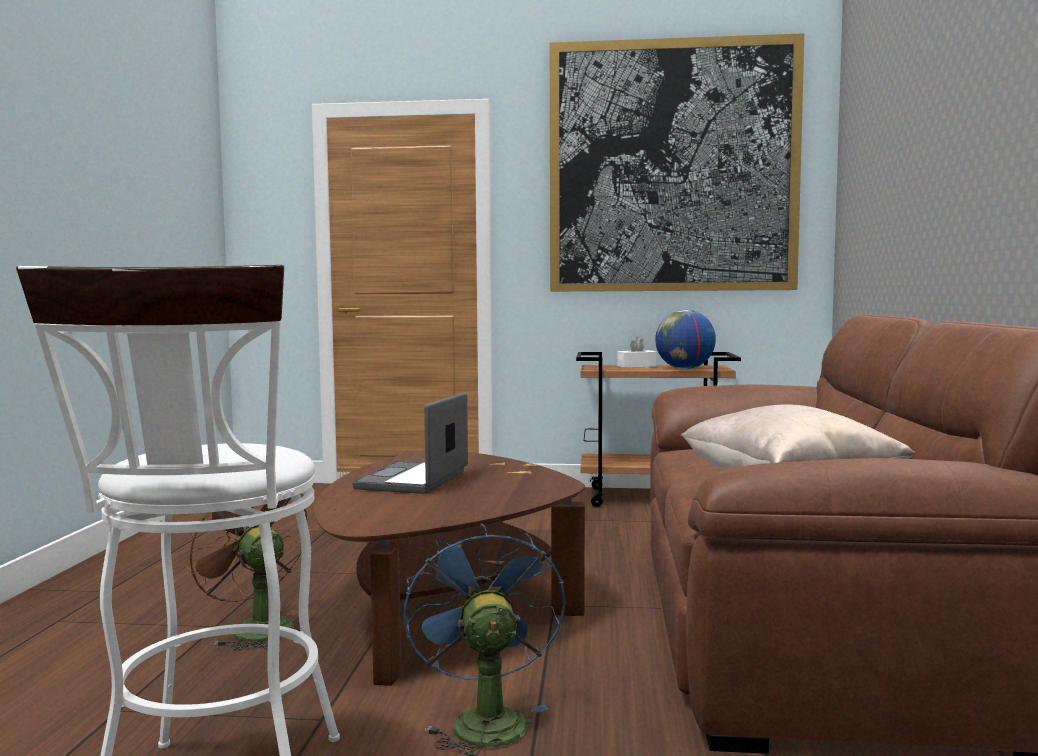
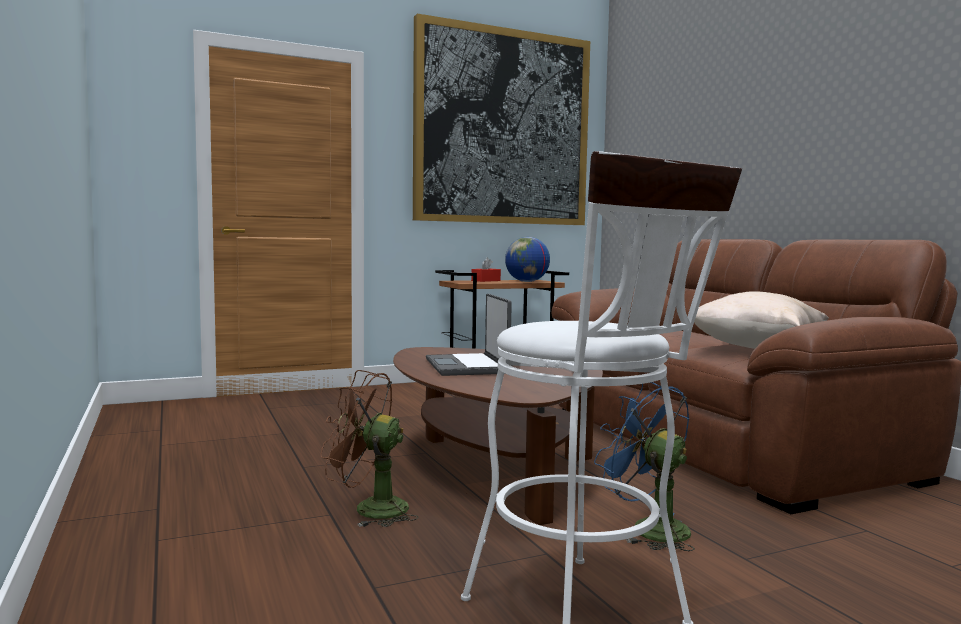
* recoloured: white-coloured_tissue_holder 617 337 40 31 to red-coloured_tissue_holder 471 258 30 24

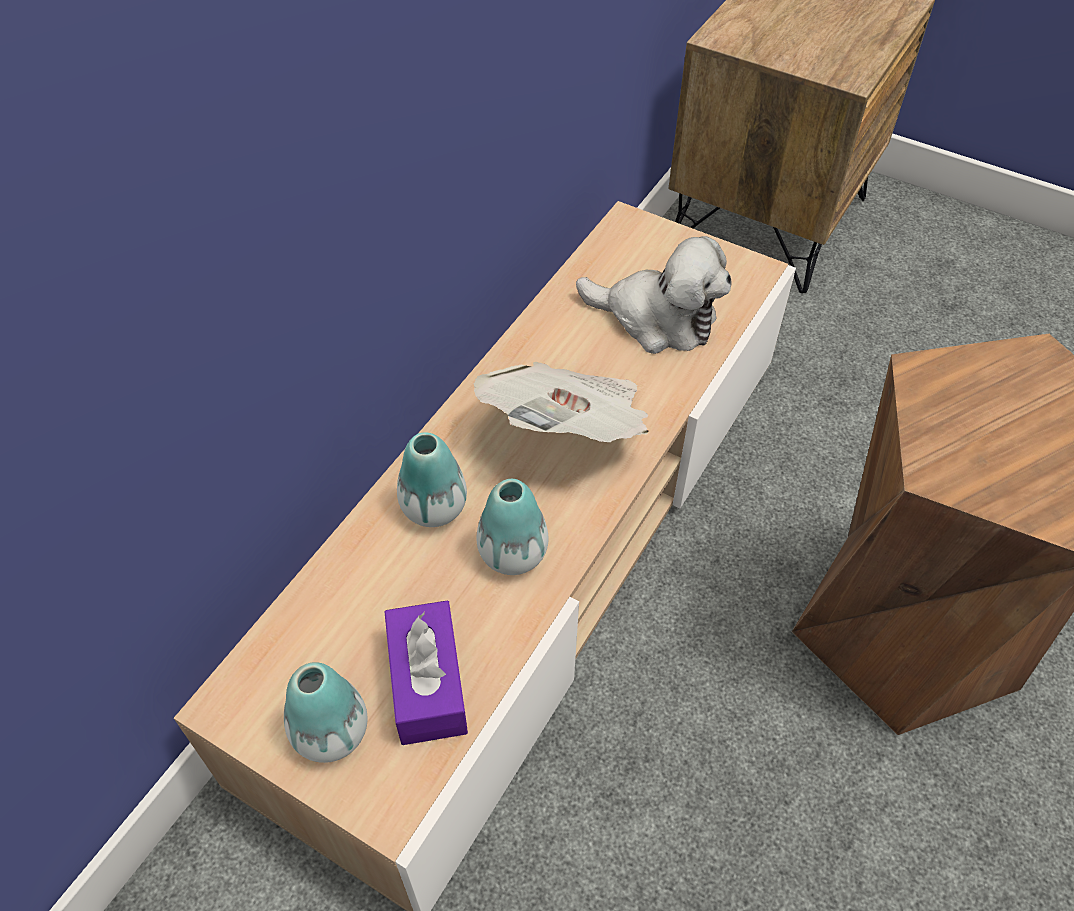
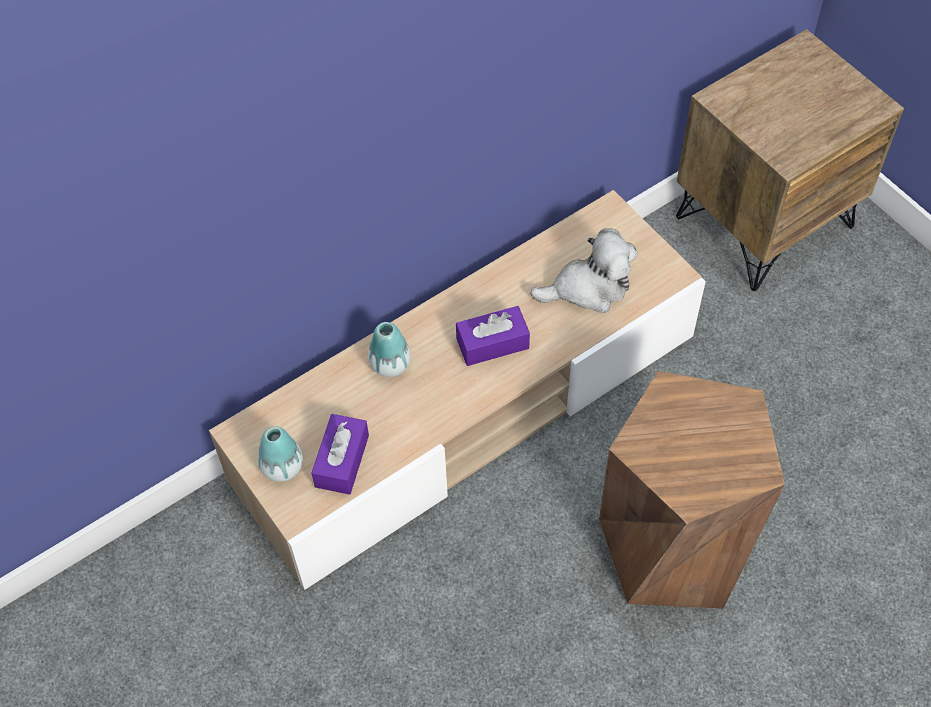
* replaced: newspaper 474 362 174 80 to purple_tissue_holder 456 306 74 60
* removed: decorative_vase 476 479 72 96
* turned: soft_toy 576 236 155 118 = 530 228 108 85 60 degrees counterclockwise

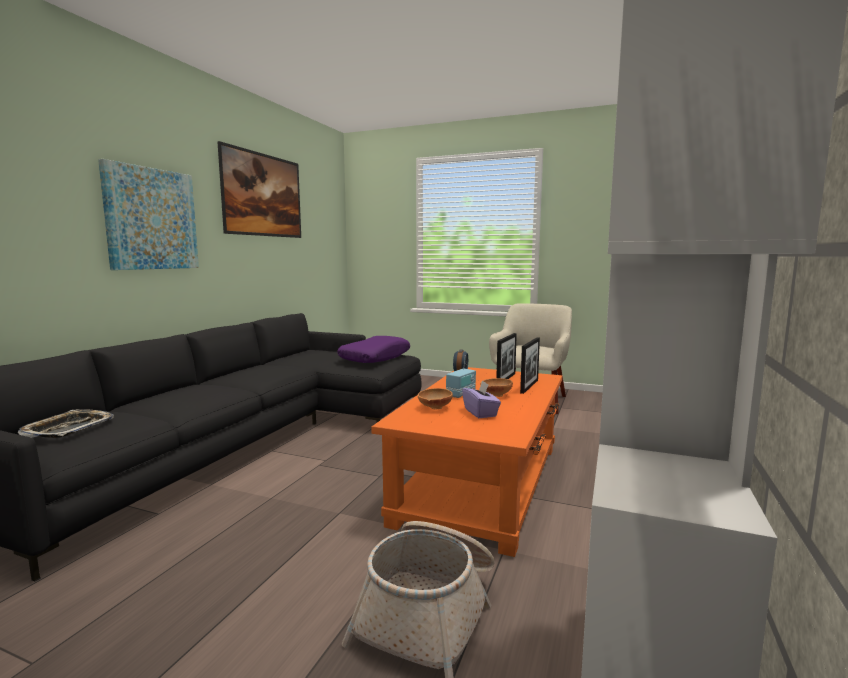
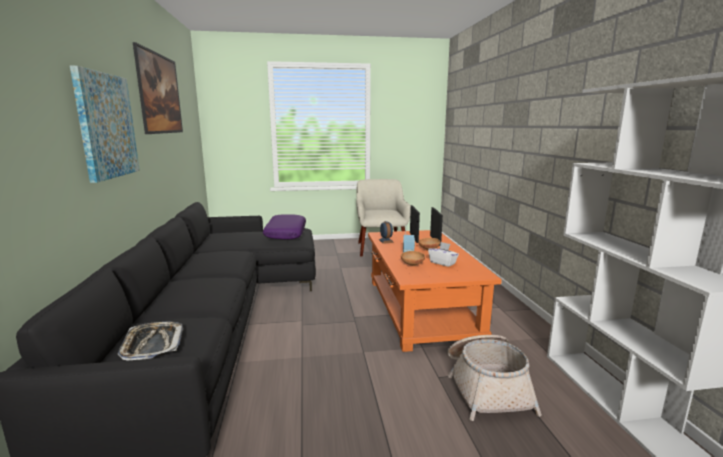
* recoloured: purple_tissue_holder 462 380 39 38 to white-coloured_tissue_holder 428 242 31 25

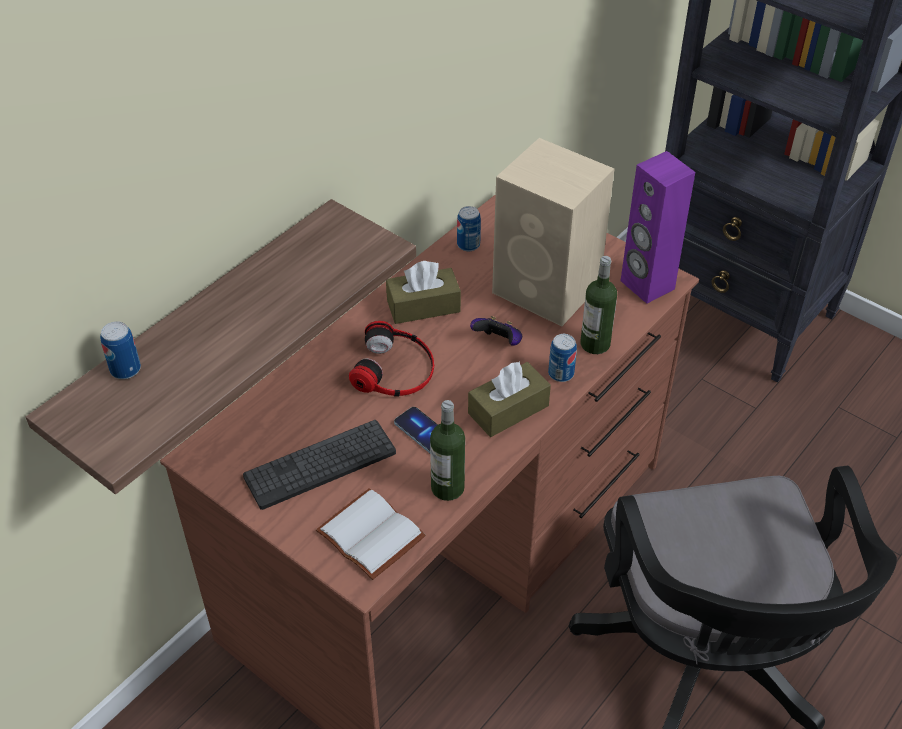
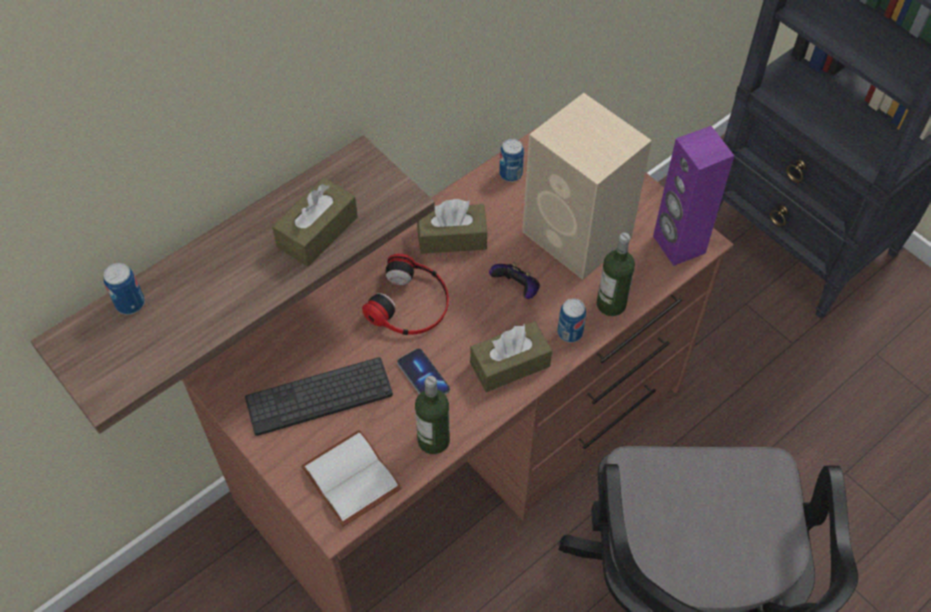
* added: brown_tissue_holder 272 177 86 90

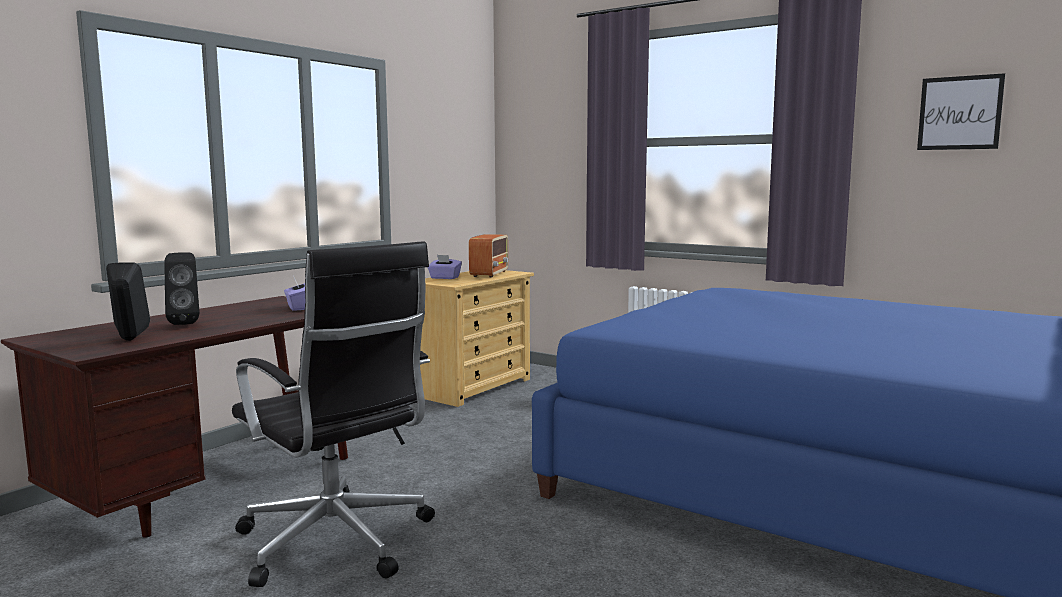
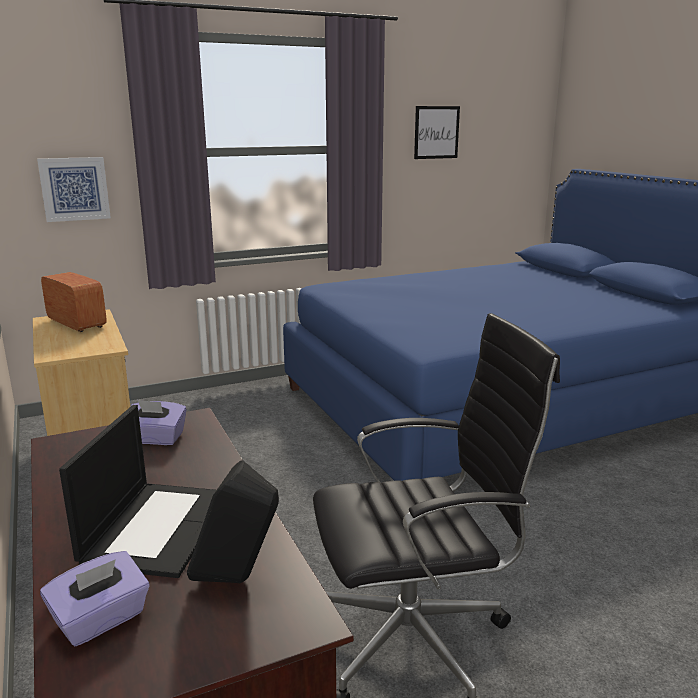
* replaced: blackish_speaker 164 252 35 73 to notebook_computer 59 405 157 173
* moved: purple_tissue_holder 427 255 35 24 to 40 551 109 95
* added: picture 37 157 74 65

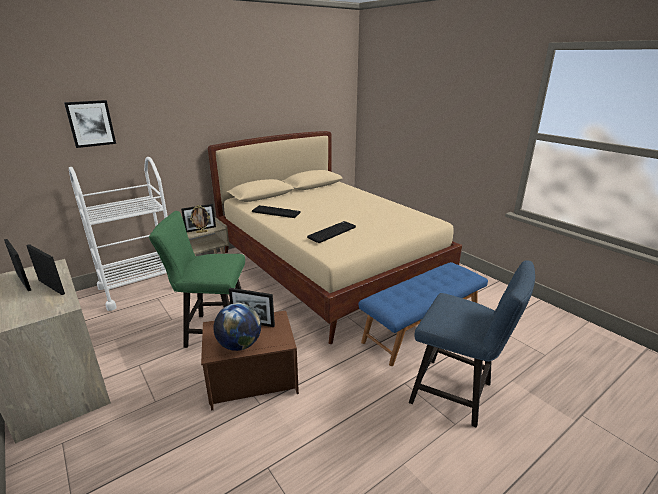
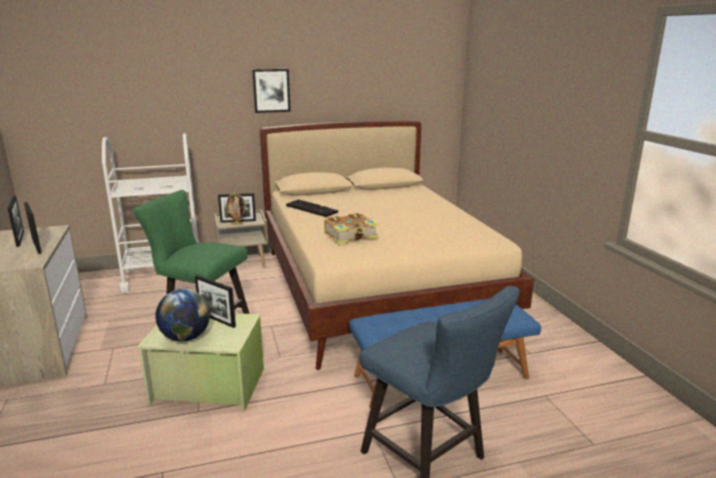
* moved: picture 64 100 52 48 to 252 69 39 44
* recoloured: brown_storage_container 201 311 98 99 to green_storage_container 137 313 127 98
* replaced: PC_keyboard 307 221 49 22 to bound_book 324 213 55 31

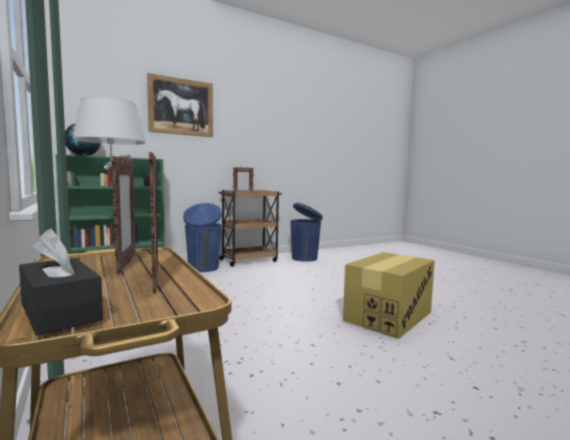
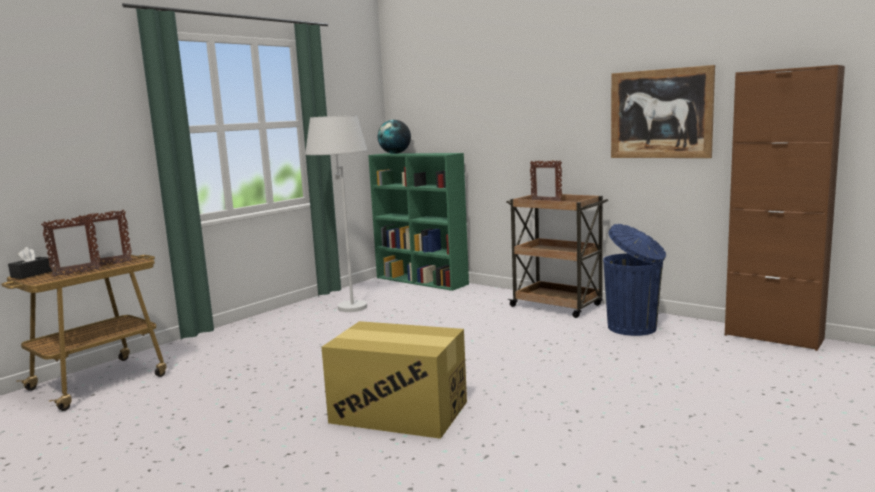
* moved: picture 147 73 66 64 to 611 65 104 93
* removed: bluish_trash_can 183 203 39 69
* added: brown_cabinet 725 65 120 286

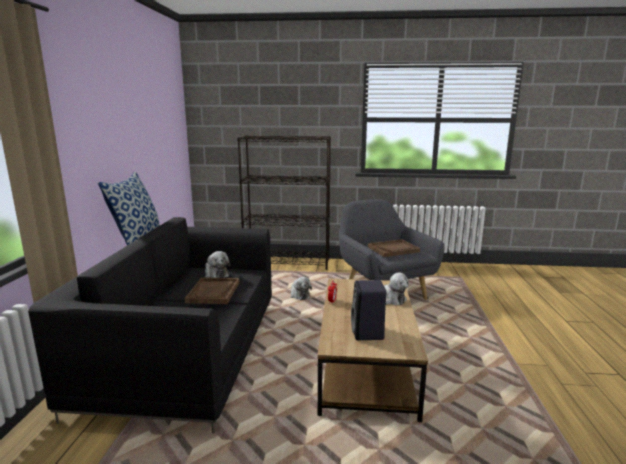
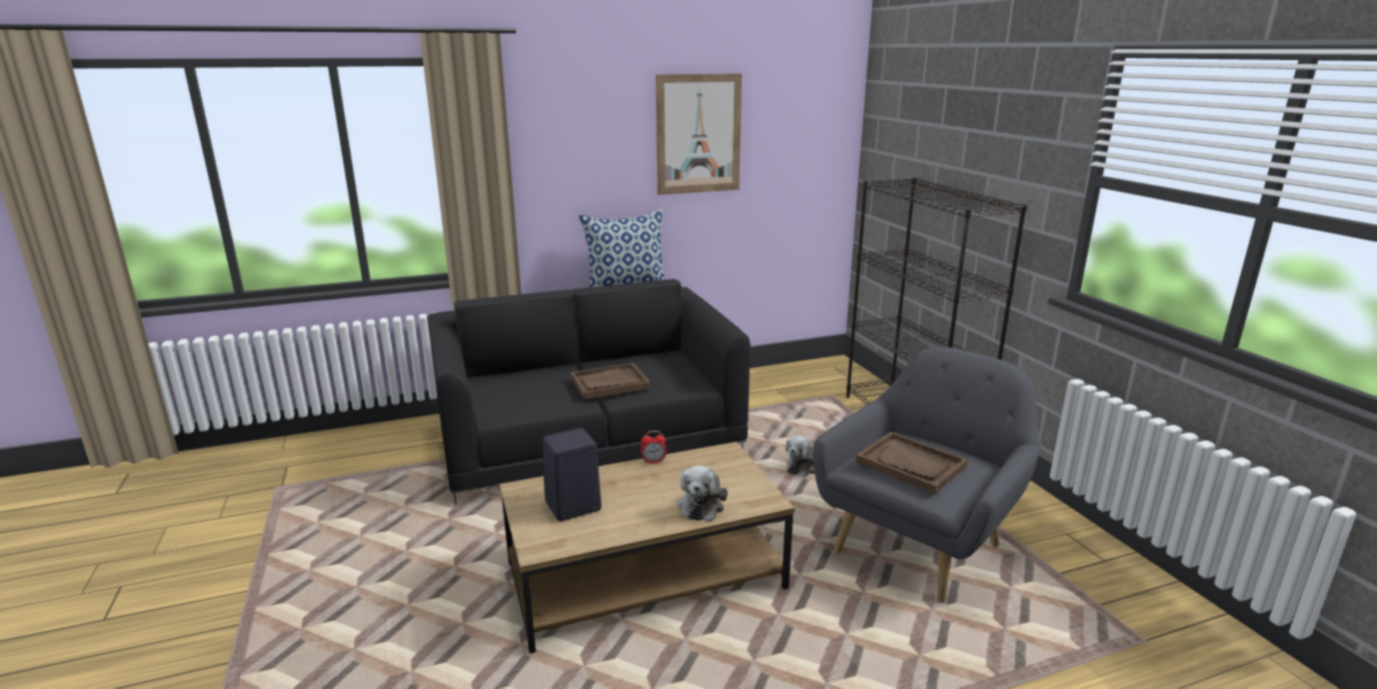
* removed: soft_toy 205 251 25 27
* added: picture 656 74 86 121

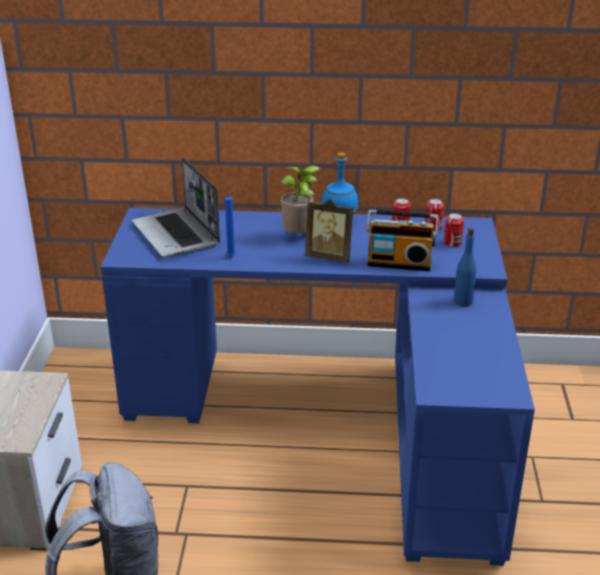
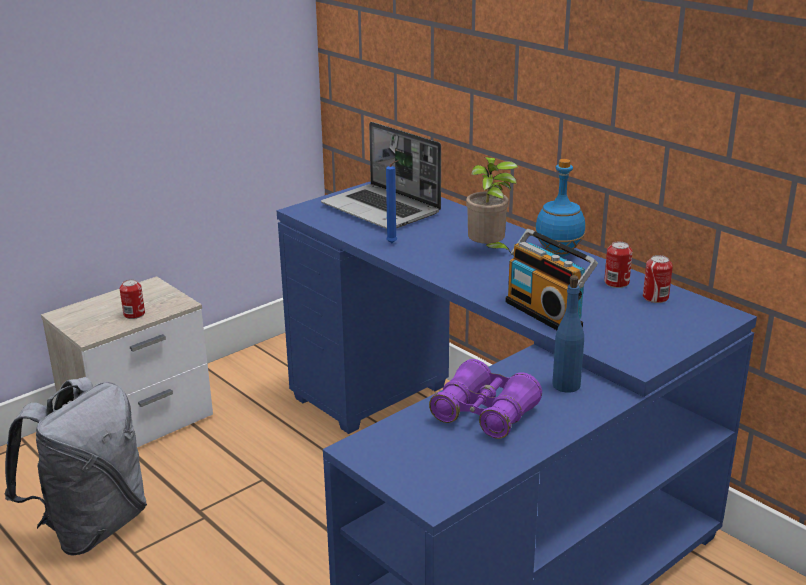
* turned: notebook_computer 132 157 88 100 = 321 122 120 107 60 degrees counterclockwise
* removed: standing_frame 305 199 48 64
* moved: can 444 213 20 34 to 120 279 25 40
* added: purple_binoculars 429 359 113 80

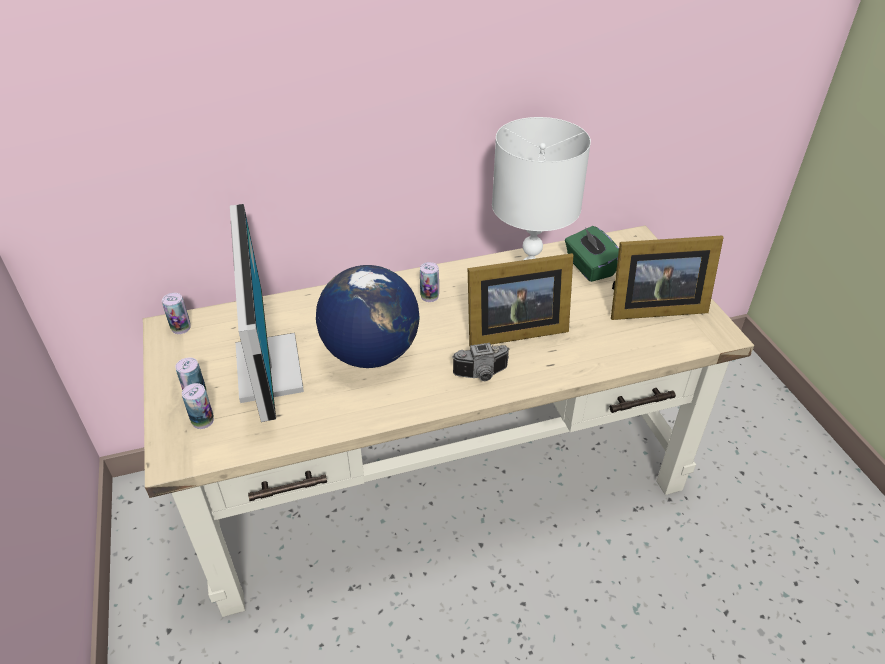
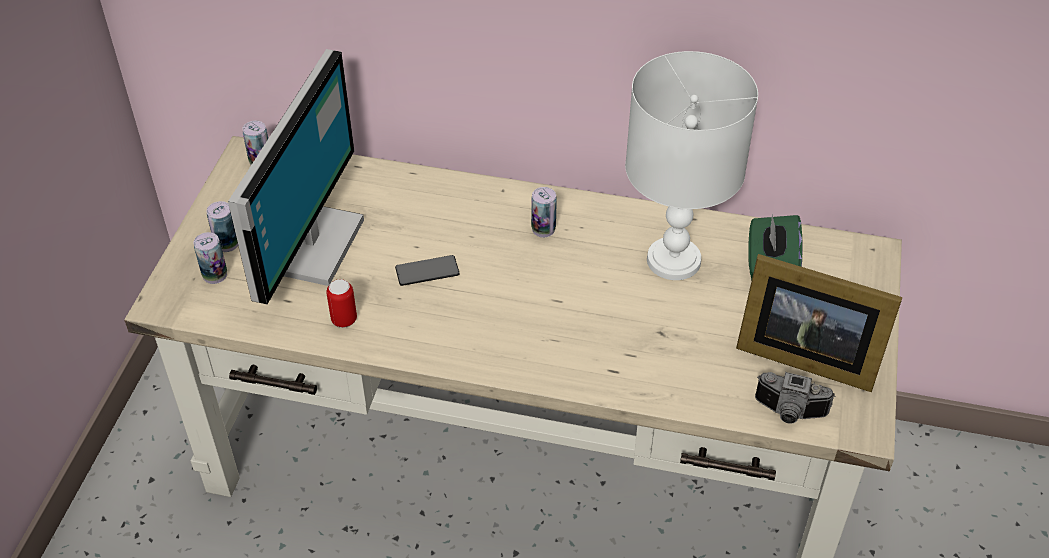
* replaced: globe 316 265 103 103 to telephone 395 255 65 31
* moved: still_camera 452 343 58 38 to 755 372 80 52
* removed: standing_frame 468 253 105 93
* added: can 326 279 31 49

